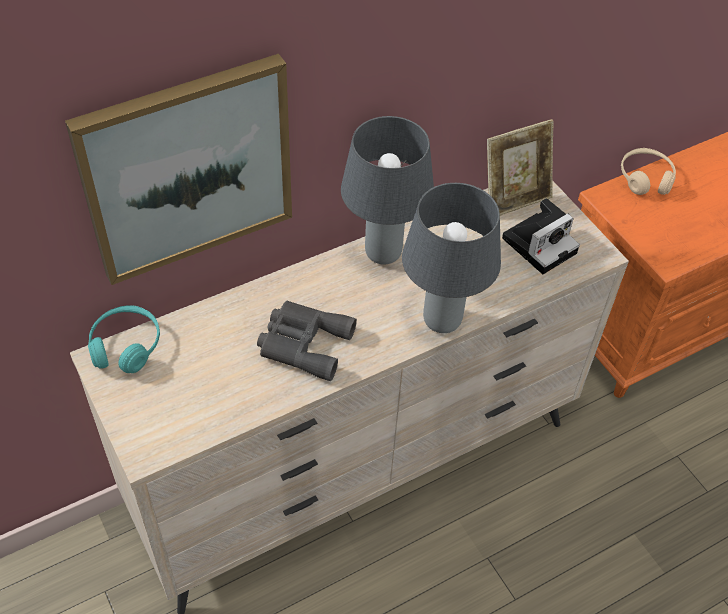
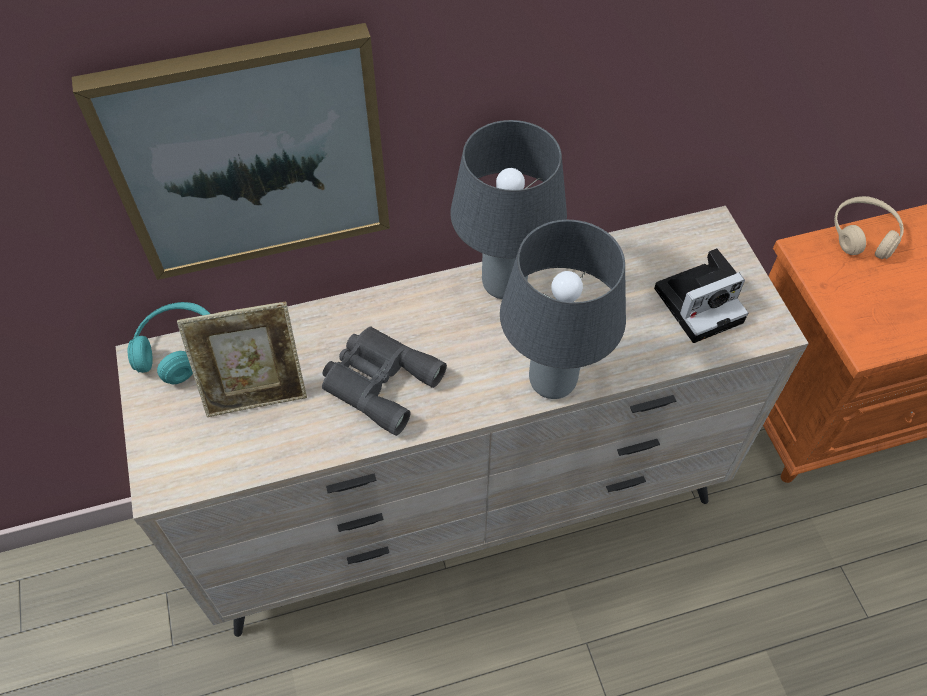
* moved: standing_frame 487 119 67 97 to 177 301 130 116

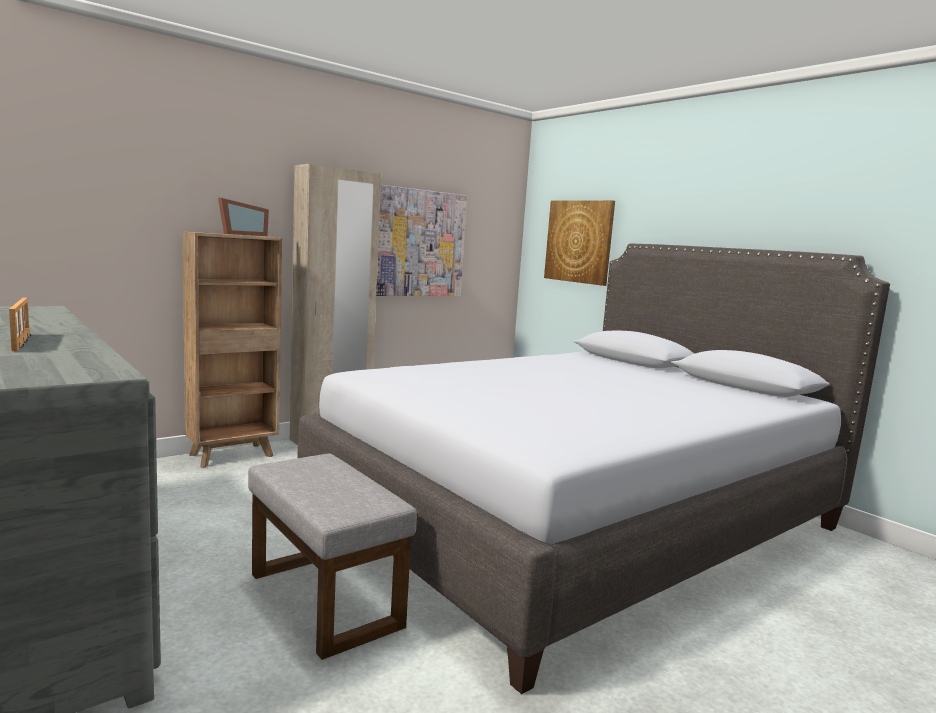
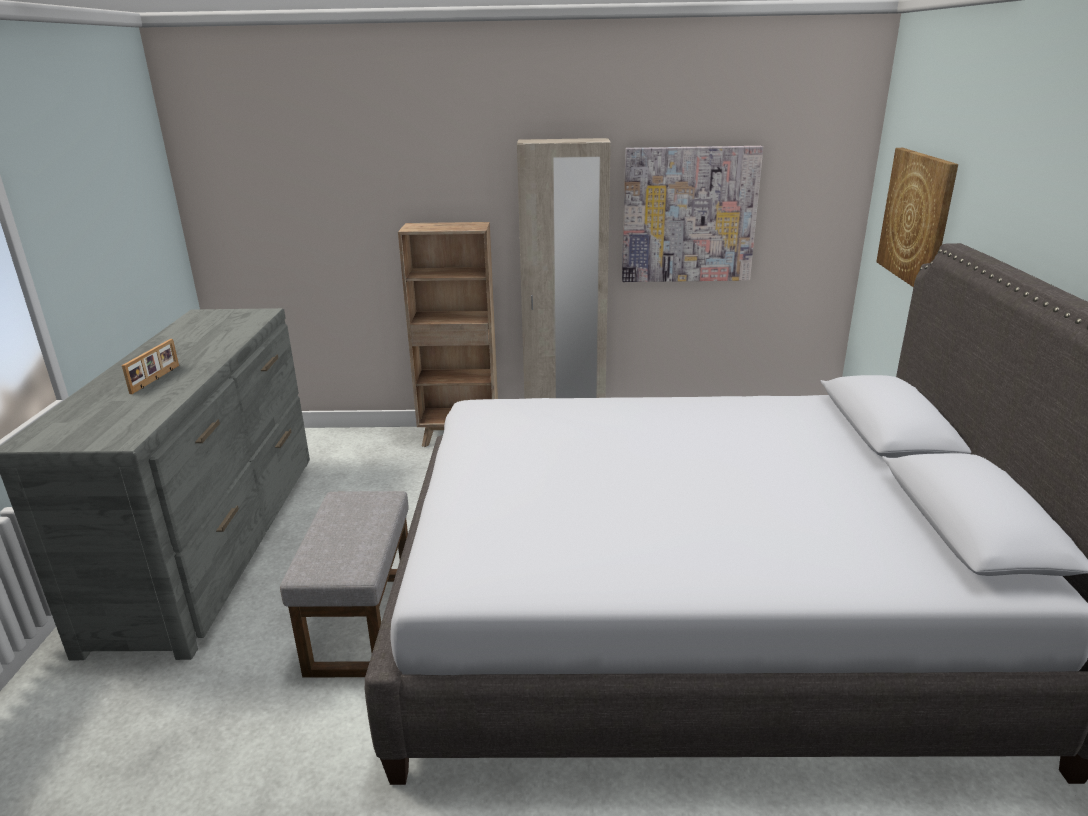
* removed: standing_frame 218 198 51 38

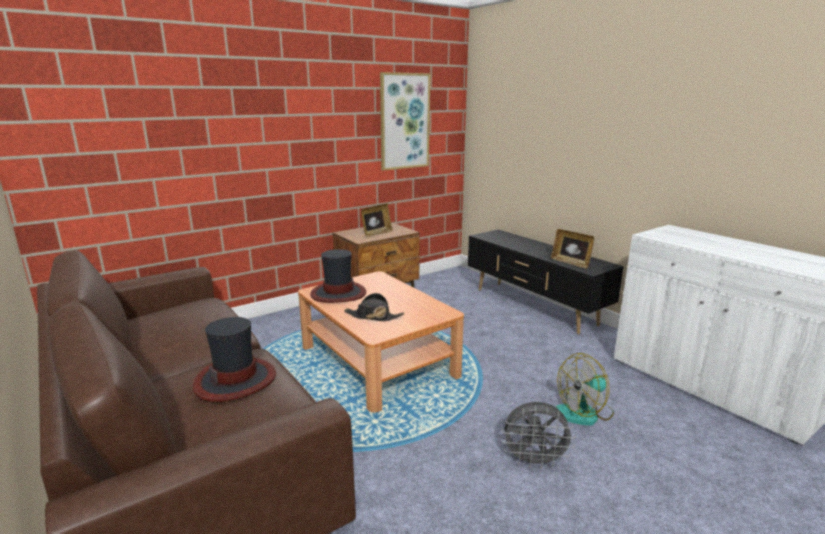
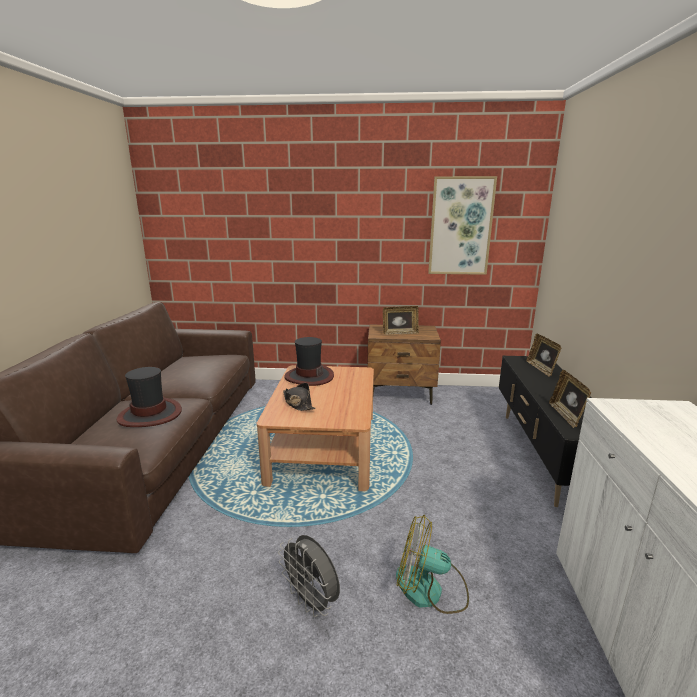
* added: standing_frame 527 334 35 42

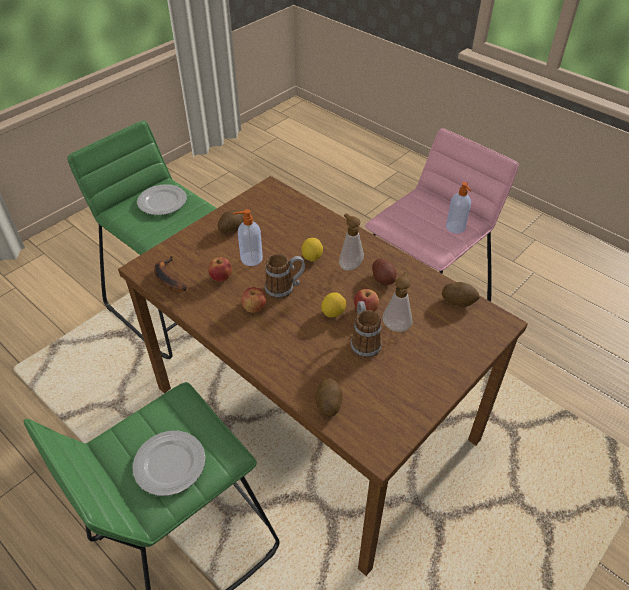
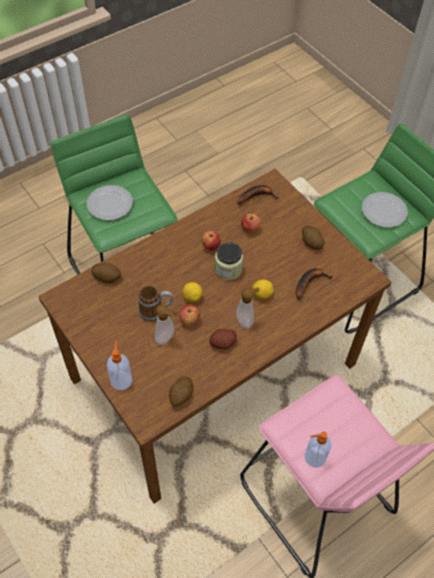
* moved: soap_dispenser 233 209 30 57 to 107 341 25 49
* replaced: coffee_mug 265 254 40 45 to jar 215 242 28 38
* added: banana 296 268 37 32

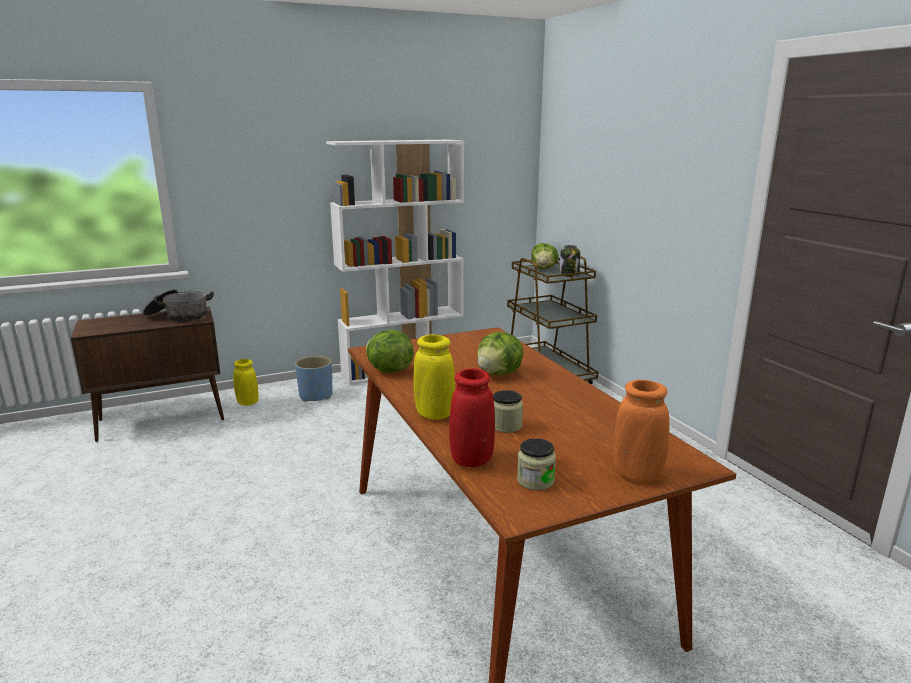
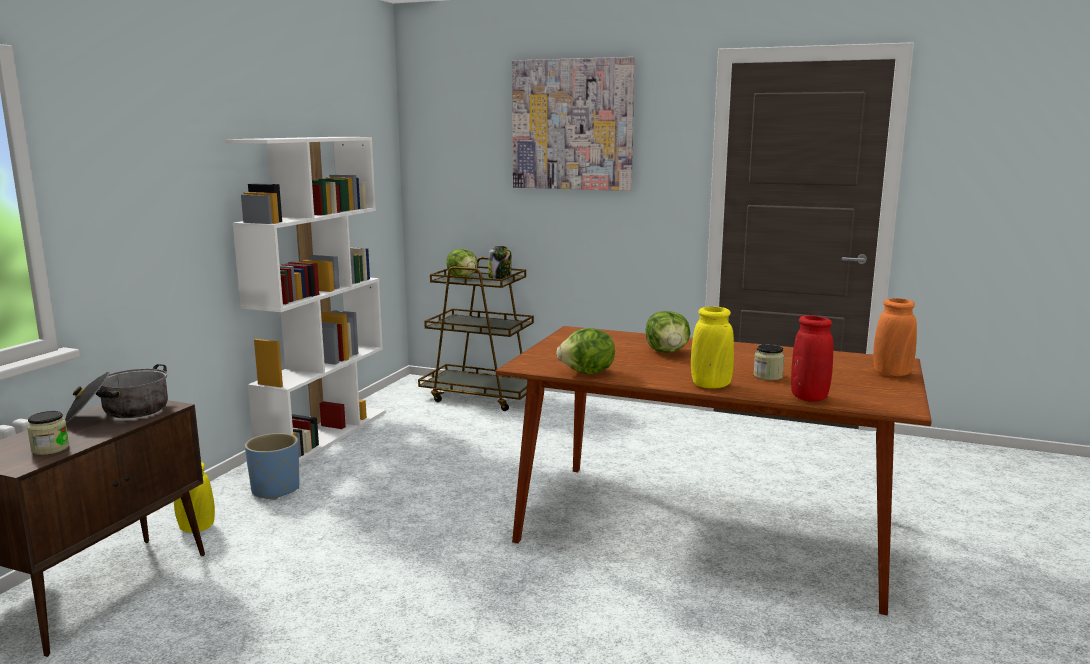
* moved: jar 517 438 39 52 to 27 411 42 44
* added: picture 512 57 123 134

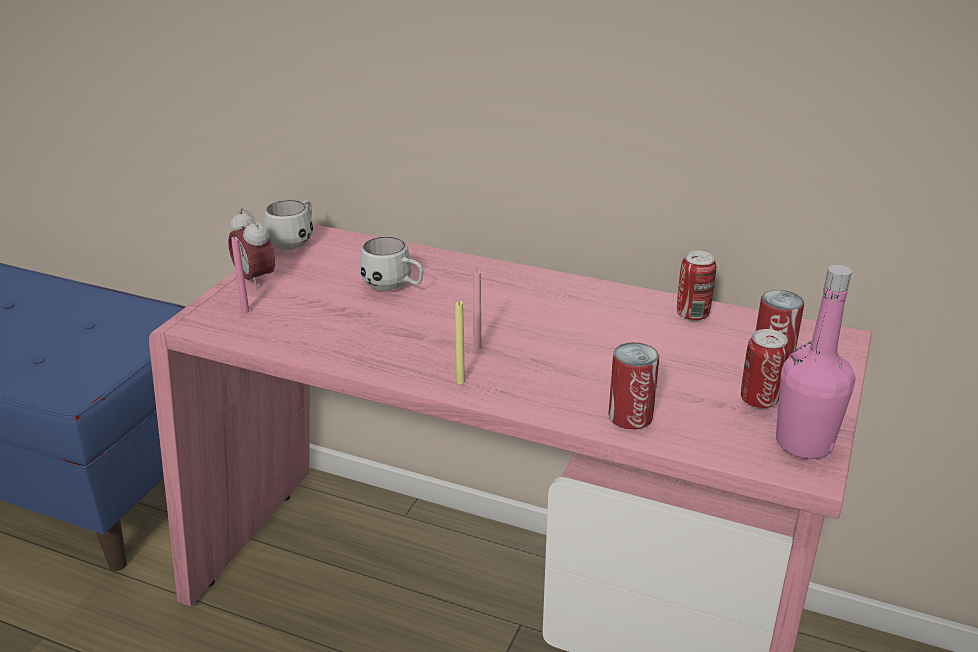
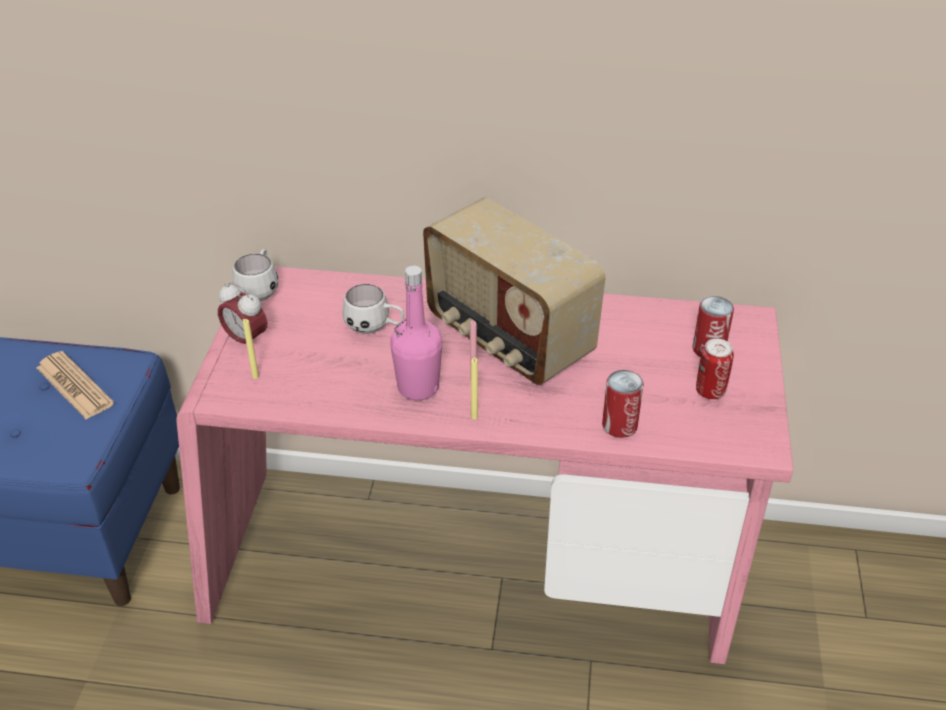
* recoloured: pink-coloured_wax_candle 231 236 18 77 to yellowish_wax_candle 243 318 16 61
* removed: can 677 251 39 70
* moved: pink-coloured_drink_bottle 776 265 79 194 to 390 266 53 134
* added: newspaper 36 351 78 69
* added: radio_receiver 423 198 183 187

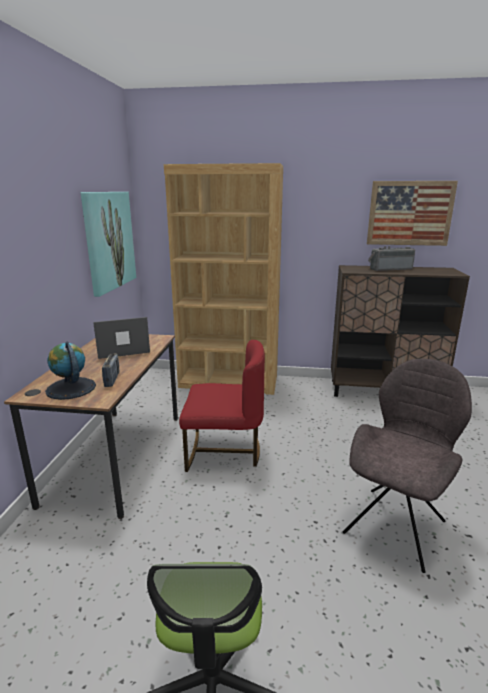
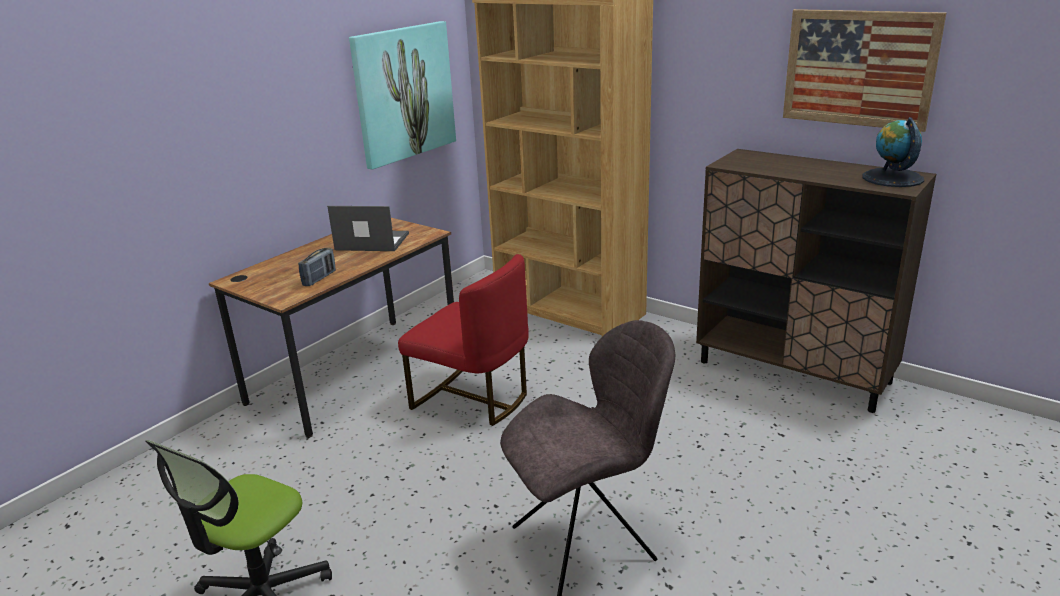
* moved: globe 45 342 51 58 to 862 117 62 70
* removed: radio_receiver 368 246 47 25

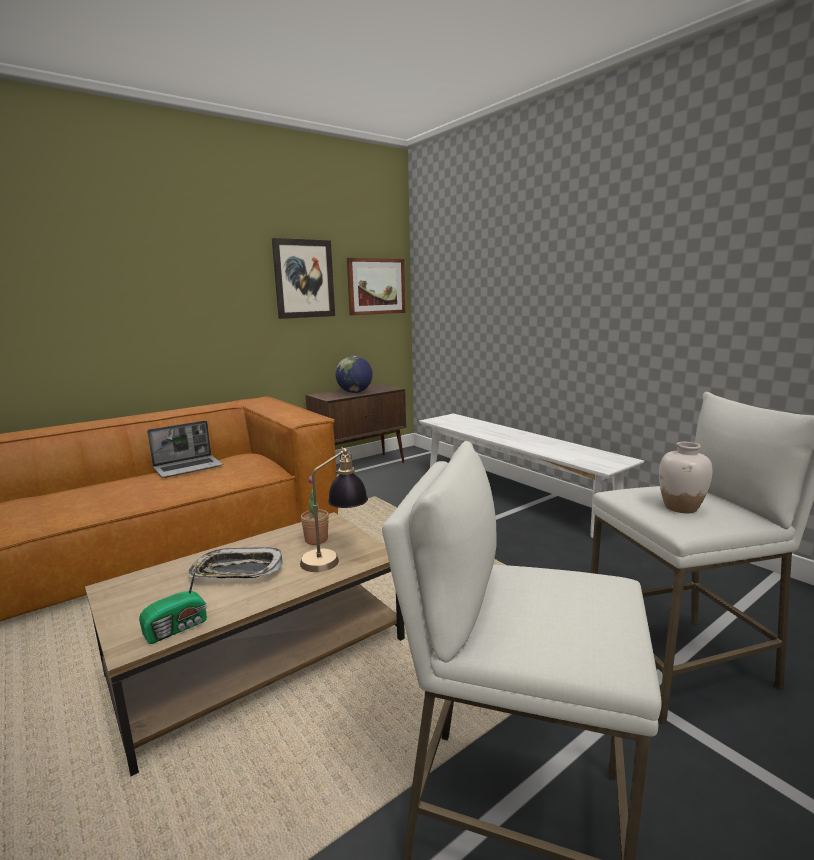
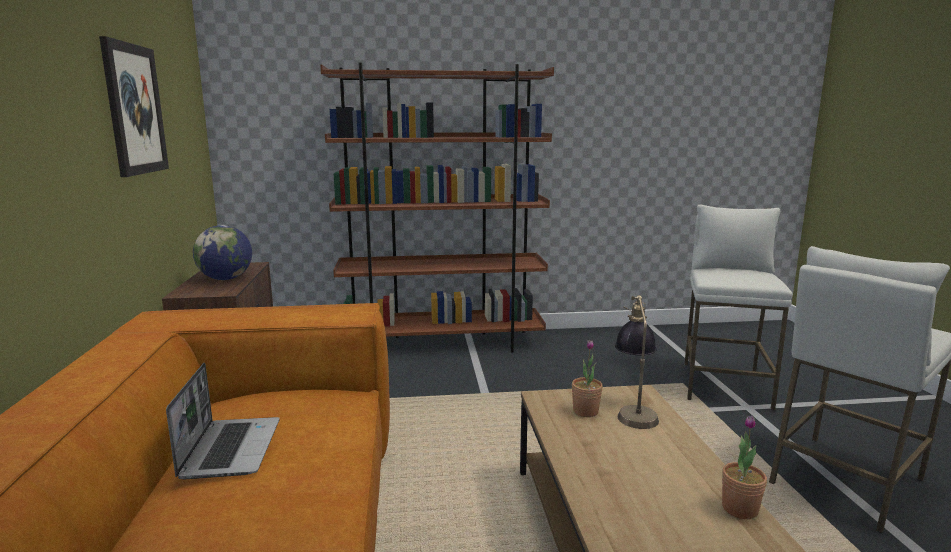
* replaced: radio_receiver 139 563 68 81 to potted_plant 722 415 45 104
* removed: carrying_tray 188 547 95 31
* removed: picture 347 258 58 58
* replaced: white-coloured_indoor_bench 419 414 225 124 to brown_bookshelf 320 62 234 290
* removed: white-coloured_decorative_vase 659 442 54 71

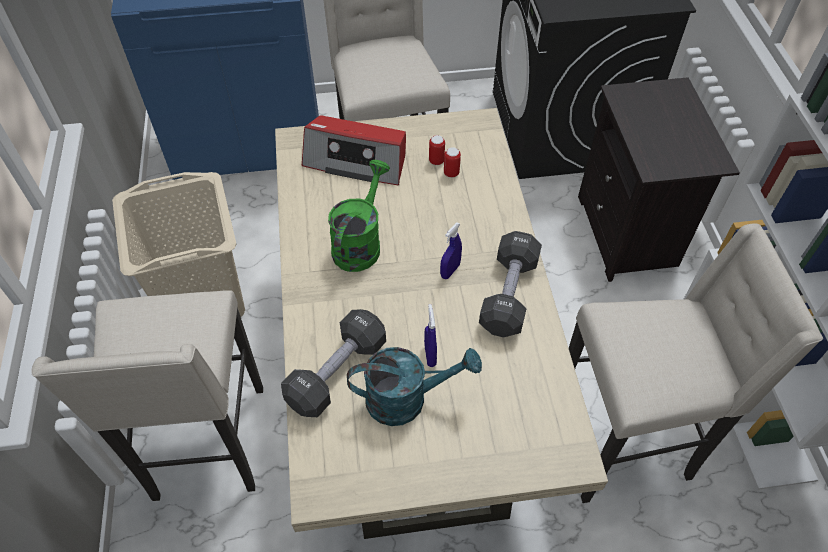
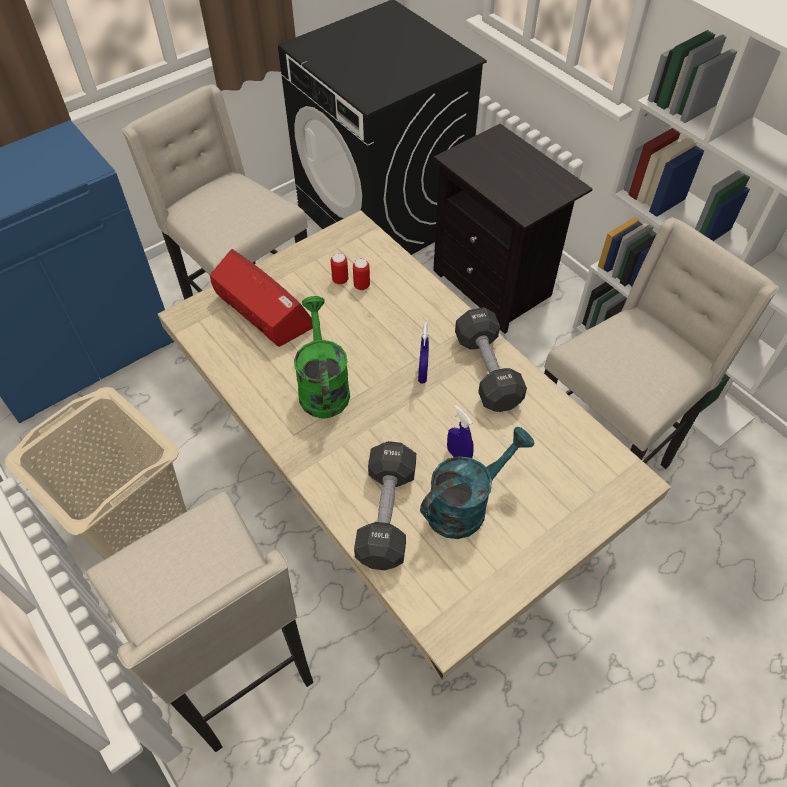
* turned: radio_receiver 302 115 104 70 = 210 249 103 98 120 degrees counterclockwise

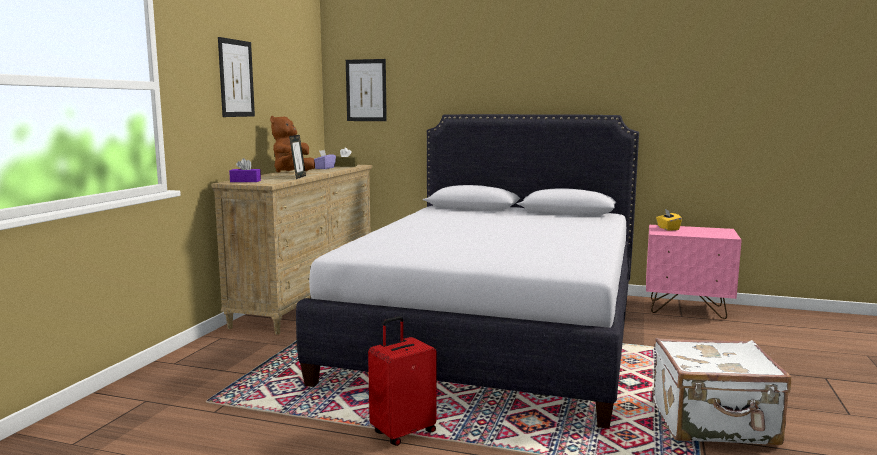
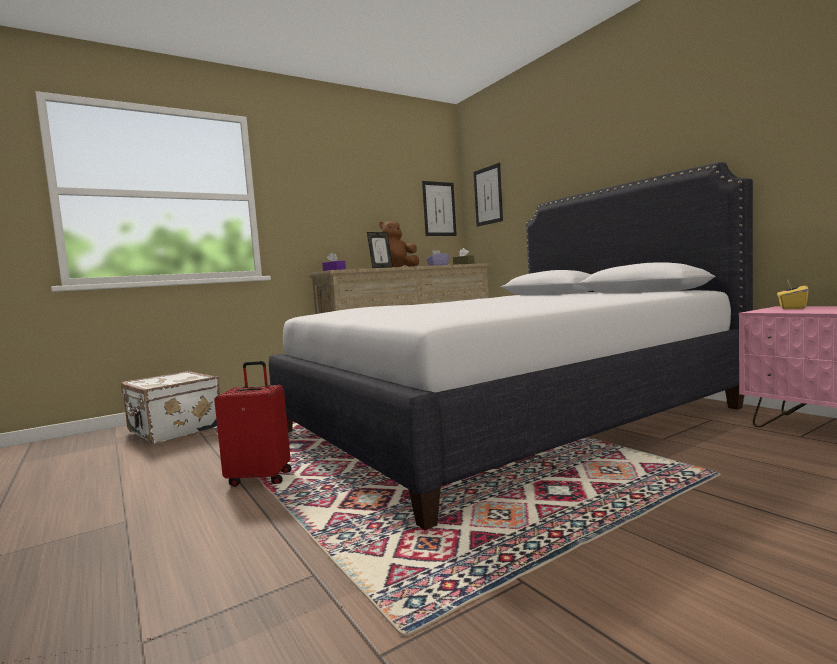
* moved: picture 218 37 37 80 to 422 181 35 55
* moved: white-coloured_suitcase 653 338 139 107 to 121 371 99 74

